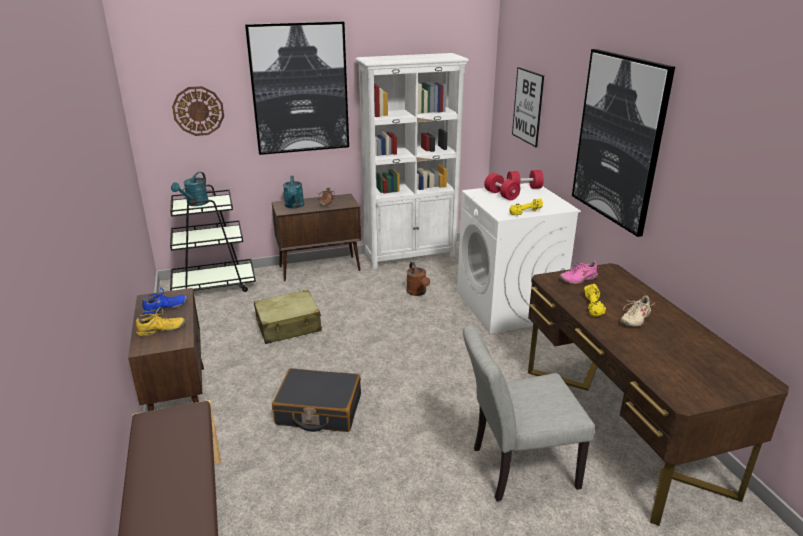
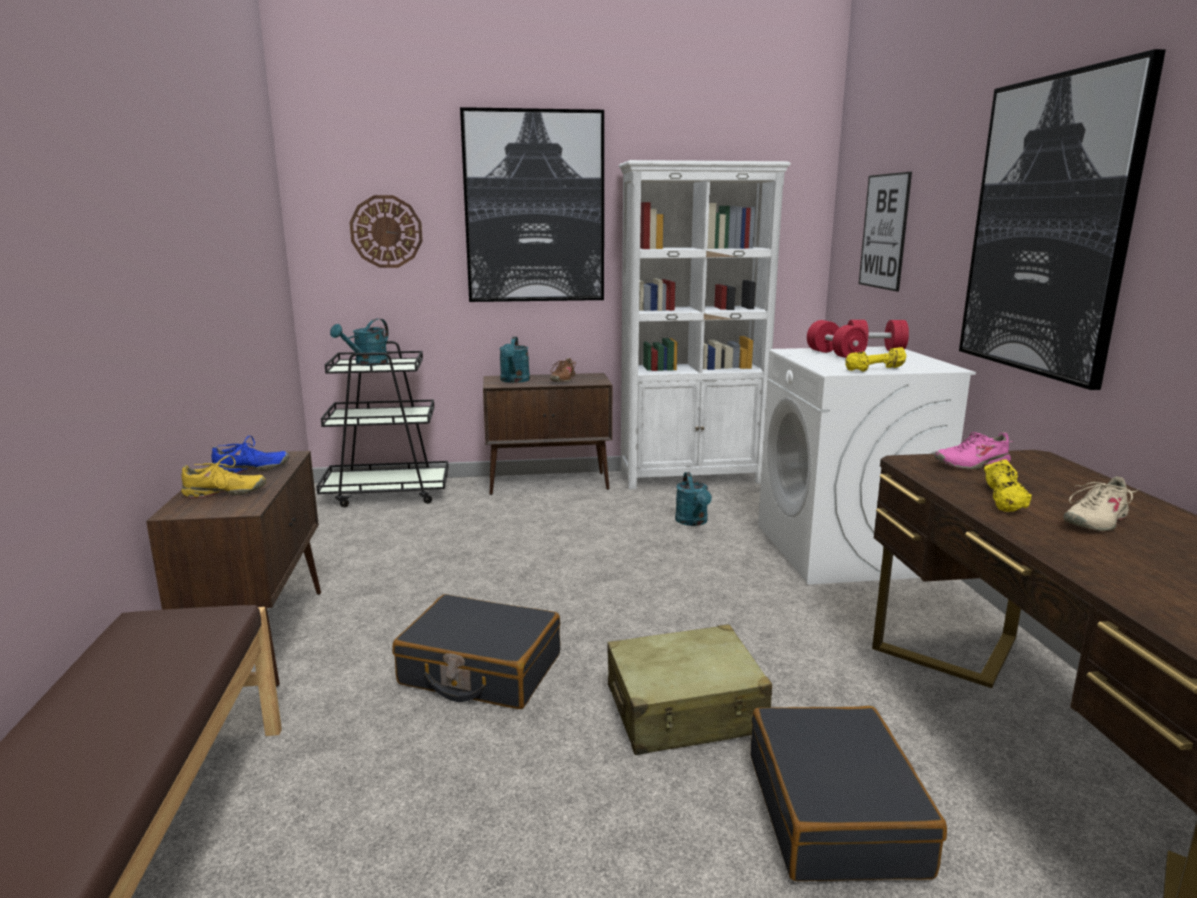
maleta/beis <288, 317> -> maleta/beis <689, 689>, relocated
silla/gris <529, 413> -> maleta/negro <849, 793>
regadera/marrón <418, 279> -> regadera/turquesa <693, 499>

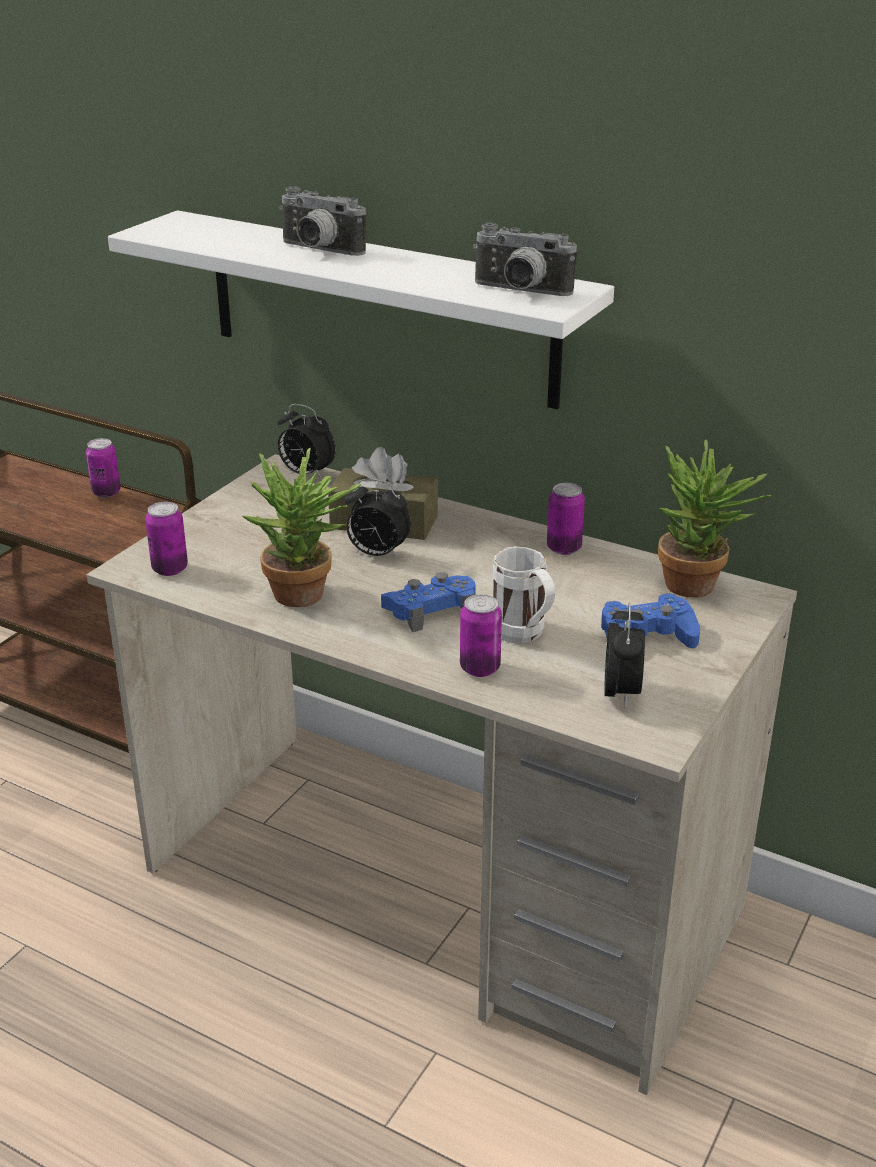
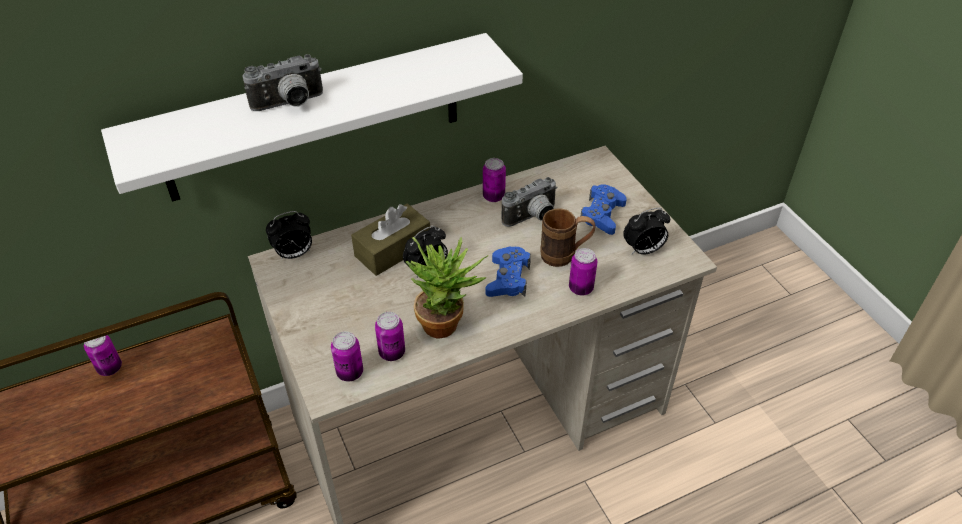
planta en maceta <714, 518> -> none
none -> lata <390, 336>
cámara <525, 259> -> cámara <530, 202>, relocated
taza grande/blanco <524, 595> -> taza grande/marrón <567, 237>
despertador <624, 655> -> despertador <646, 231>, 120 degrees clockwise

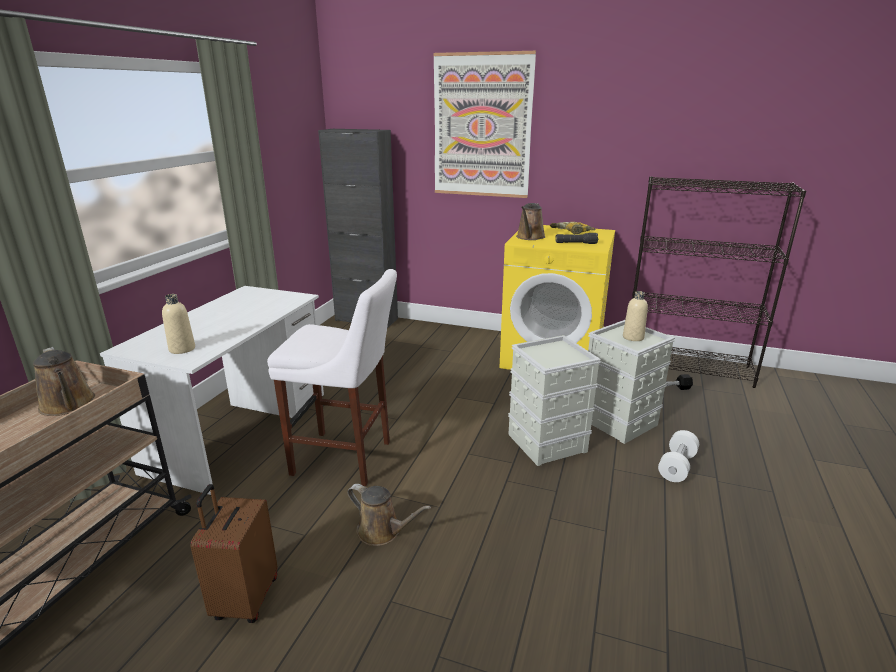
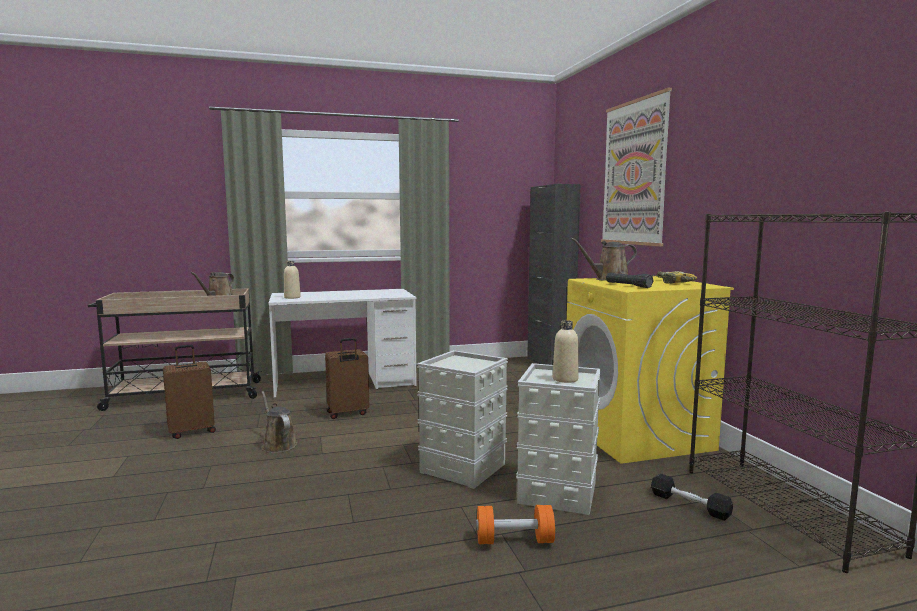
taburete/blanco <332, 377> -> maleta/marrón <347, 378>
mancuerna/blanco <678, 456> -> mancuerna/naranja <515, 524>
regadera/marrón <389, 515> -> regadera/marrón <279, 422>, 150 degrees clockwise

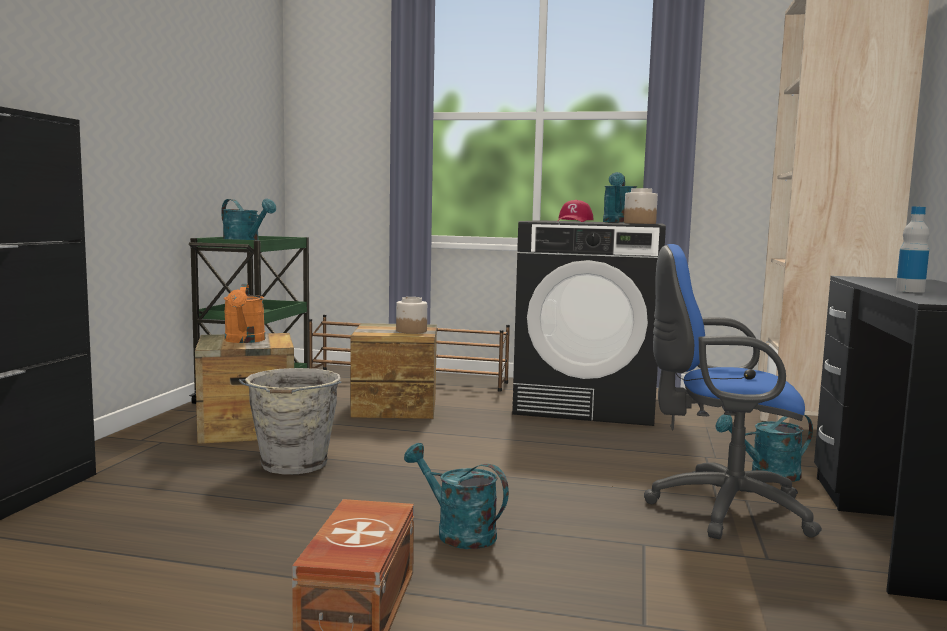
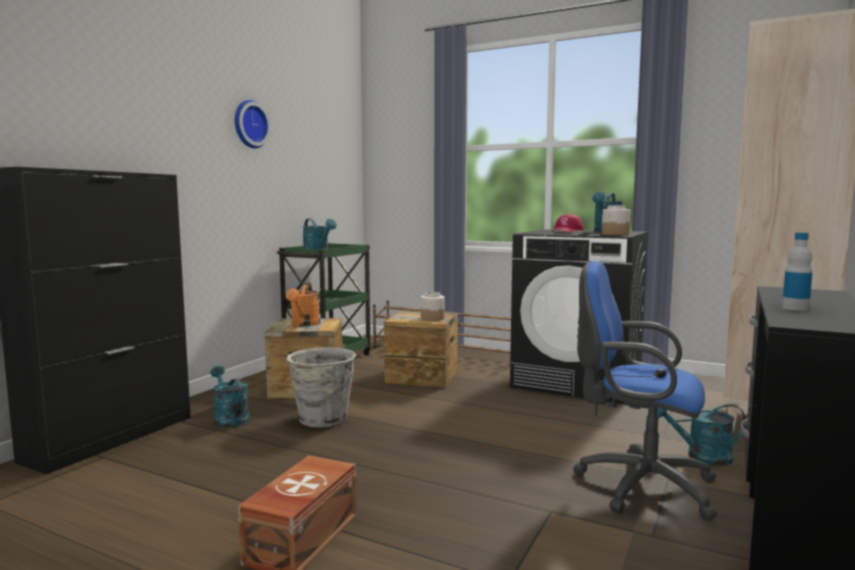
none -> reloj de pared <253, 124>
regadera/turquesa <456, 496> -> regadera/turquesa <230, 396>, relocated

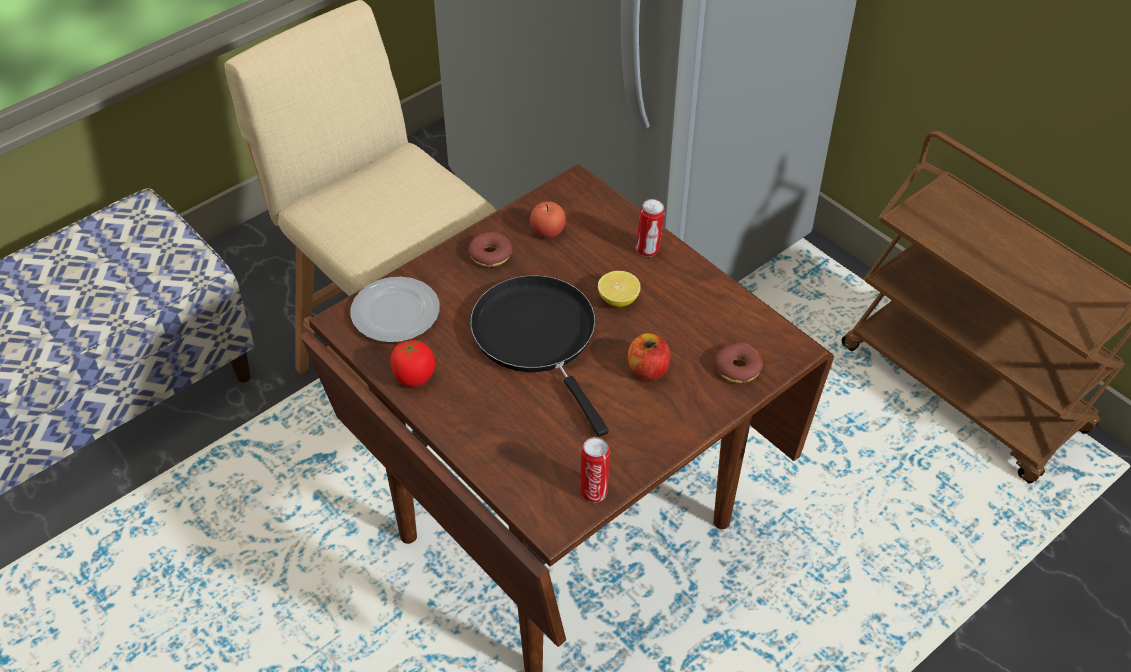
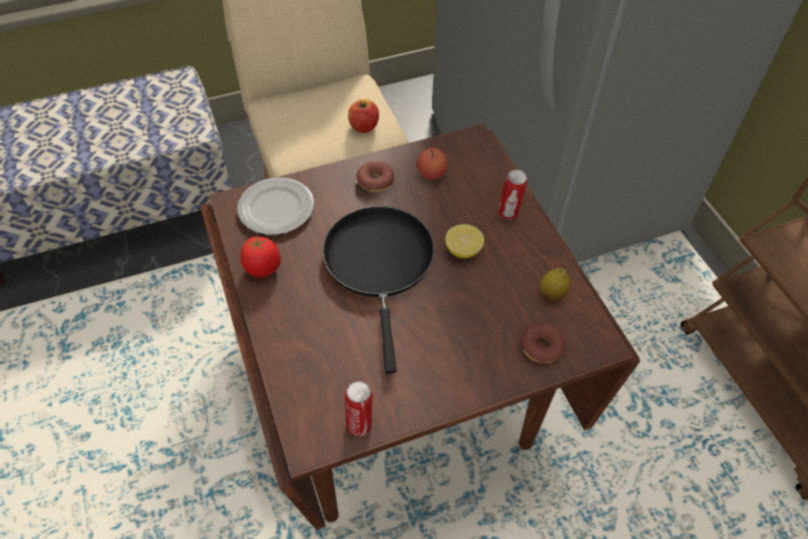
none -> limón <555, 284>
manzana <649, 356> -> manzana <363, 116>, relocated

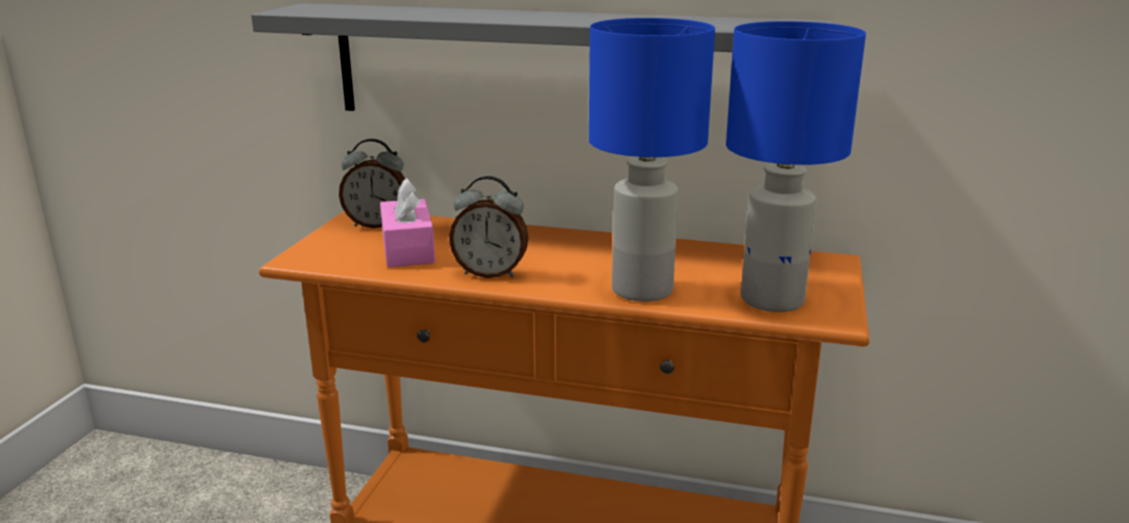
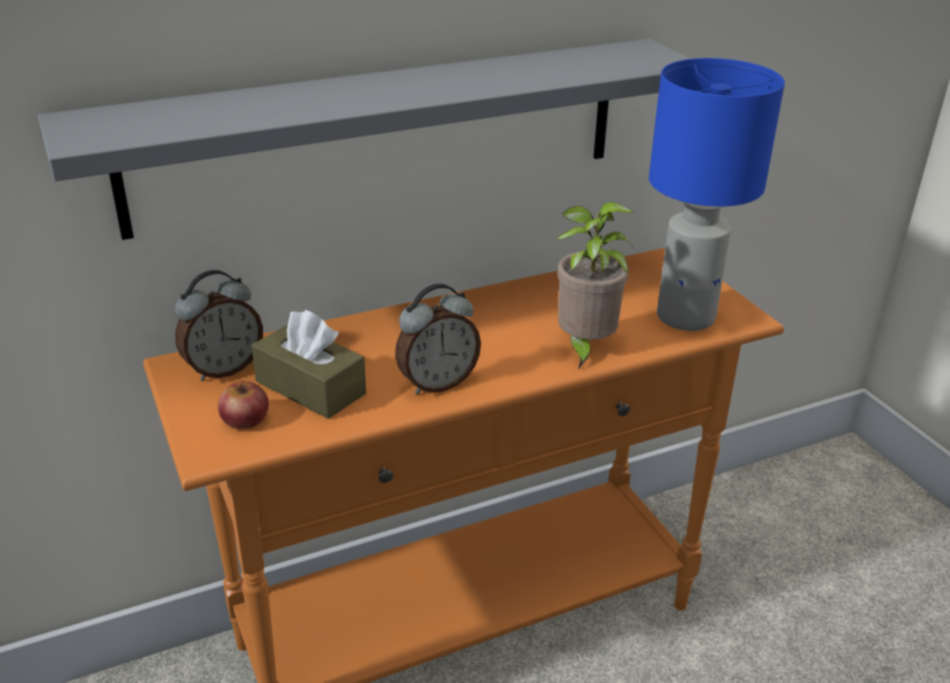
none -> manzana <243, 405>
lámpara de mesa/azul <652, 160> -> planta en maceta <595, 285>
caja de pañuelos/rosa <407, 222> -> caja de pañuelos/marrón <308, 364>

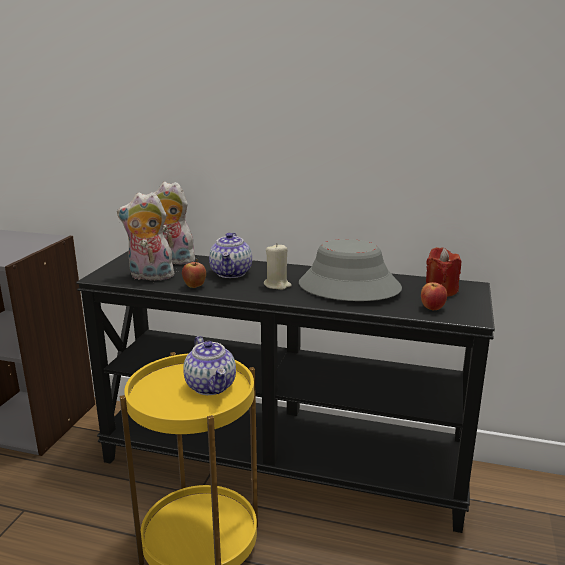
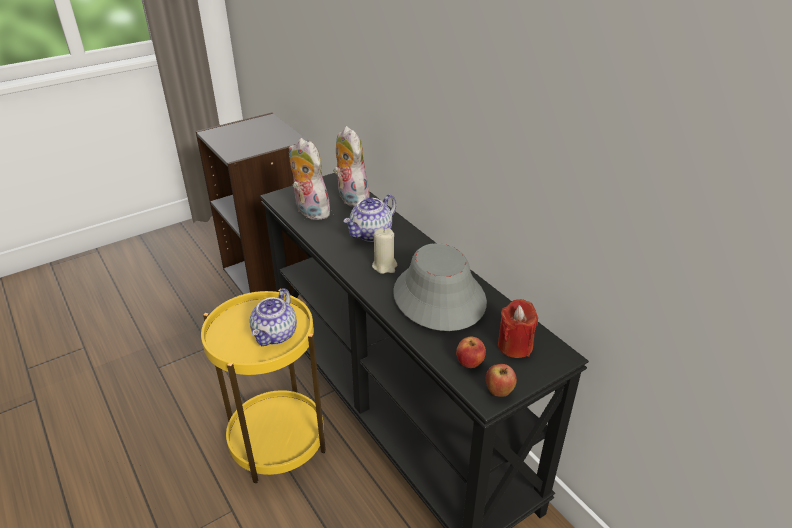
manzana <194, 273> -> manzana <501, 380>, relocated

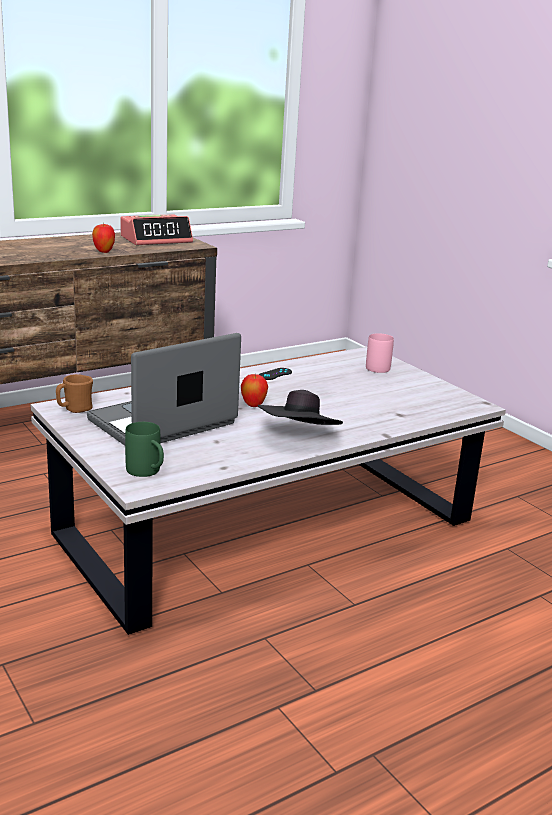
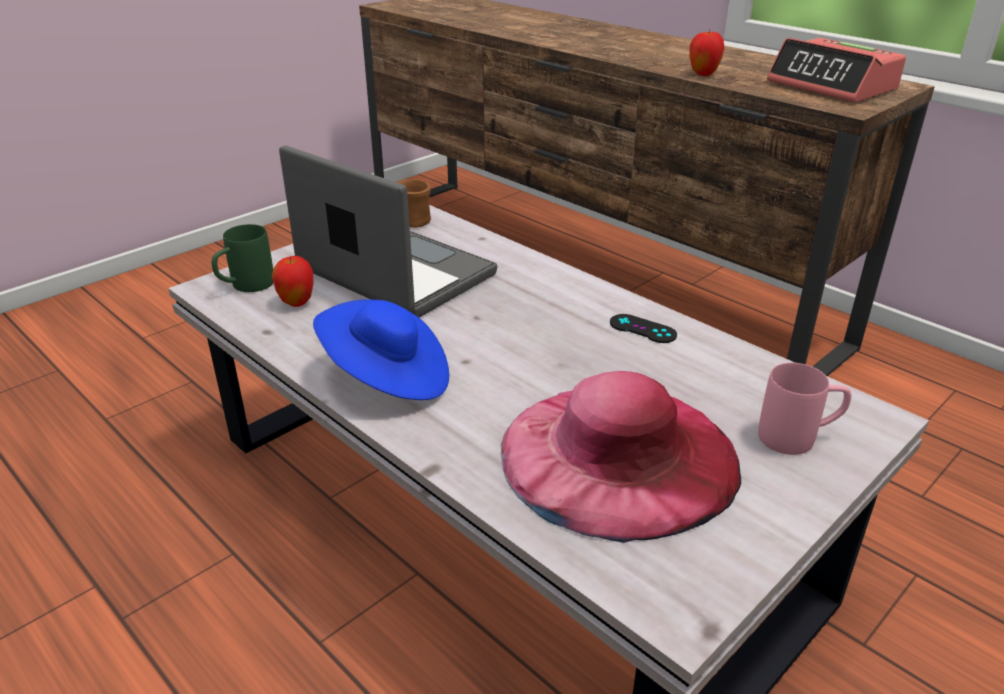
none -> sombrero/rosa <621, 457>
manzana <254, 390> -> manzana <293, 281>, relocated
sombrero/negro <300, 407> -> sombrero/azul <381, 349>

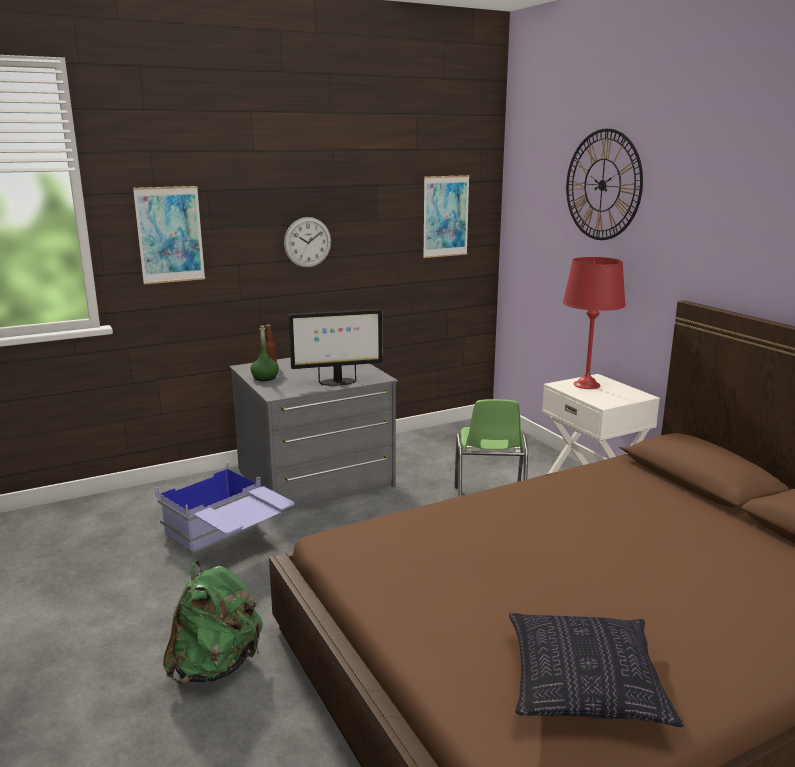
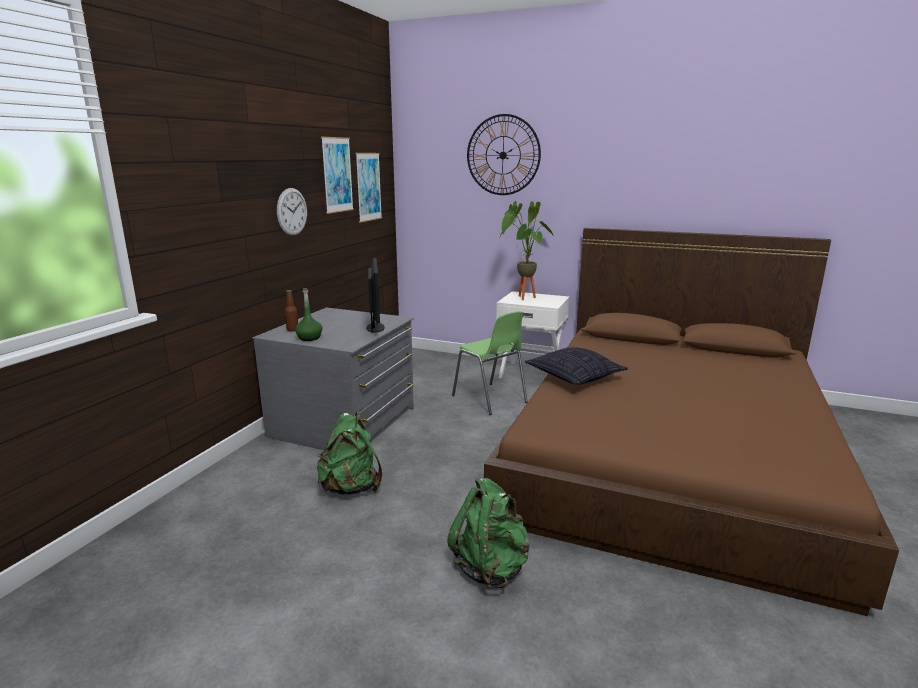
cuadro <169, 235> -> cuadro <337, 175>, relocated
cojín <596, 670> -> cojín <576, 366>, relocated
caja de almacenaje/azul <224, 507> -> mochila/verde <349, 453>
lámpara de mesa/rojo <594, 323> -> planta en maceta <526, 250>
monitor <335, 347> -> monitor <375, 295>, 45 degrees counterclockwise

